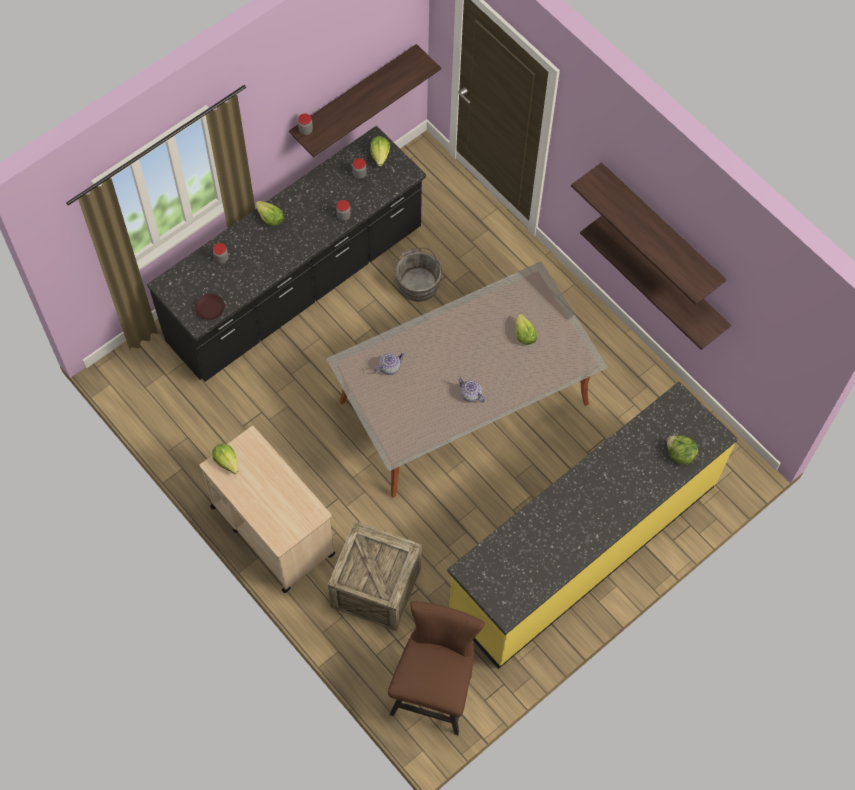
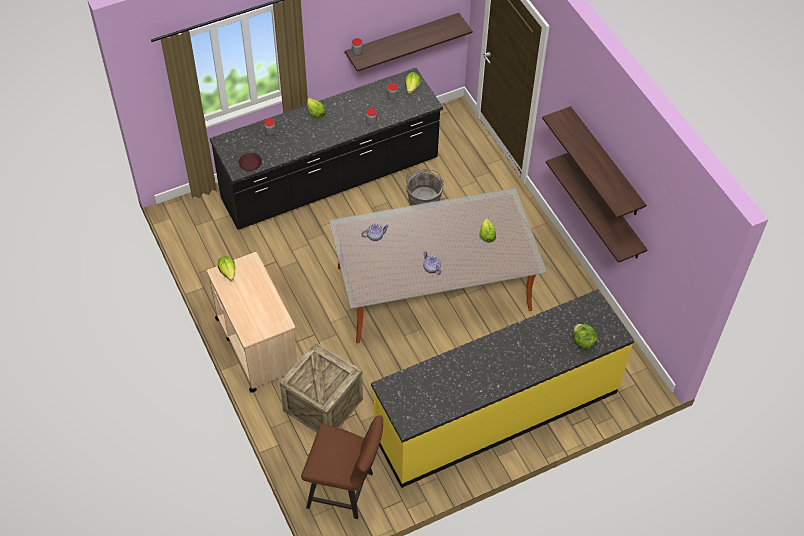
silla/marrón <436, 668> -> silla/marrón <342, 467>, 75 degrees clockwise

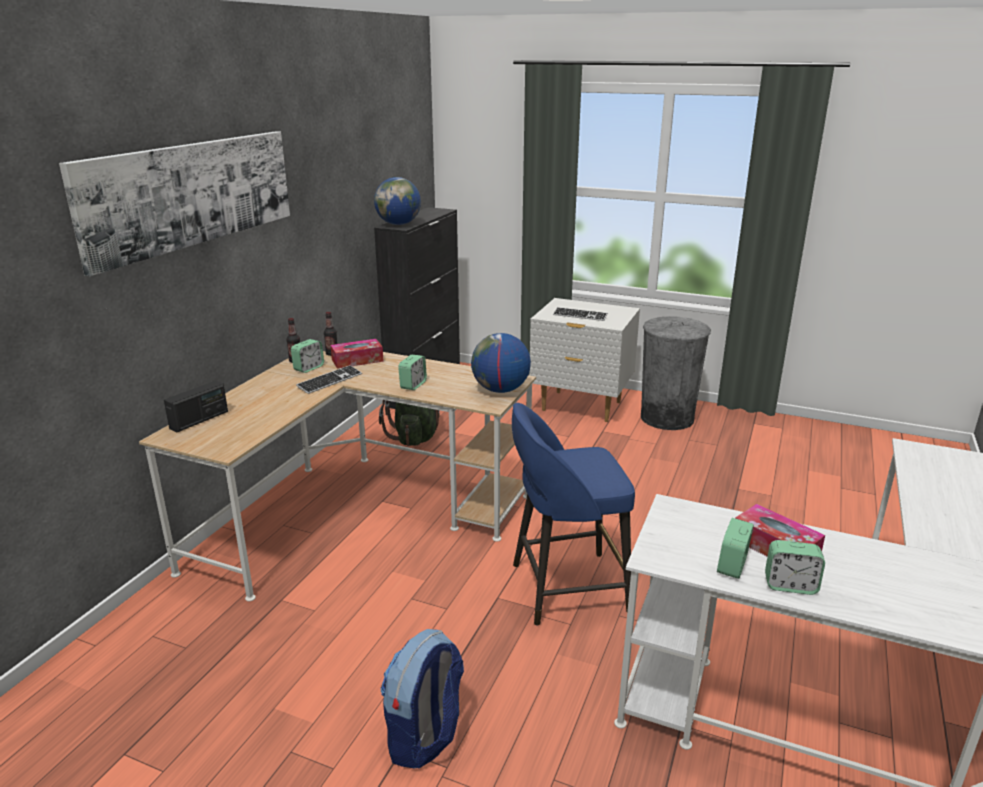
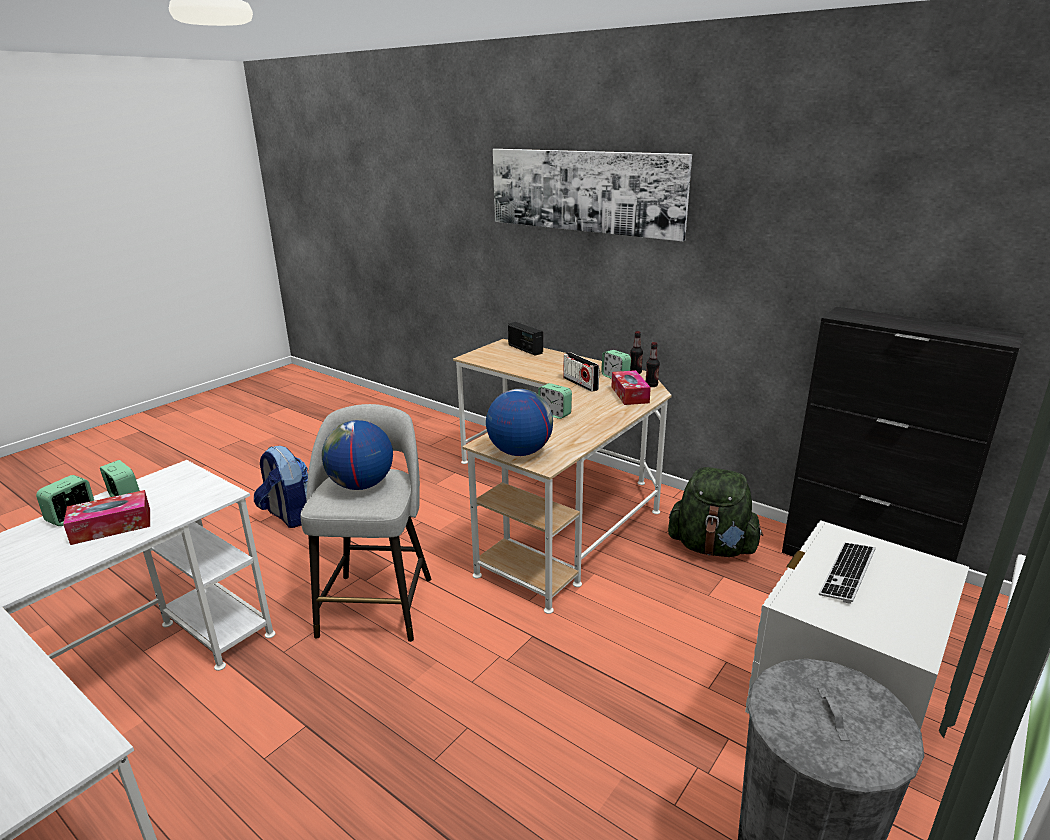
globo terráqueo <397, 201> -> globo terráqueo <357, 455>, relocated
teclado <329, 379> -> radio <581, 372>
taburete/azul <573, 514> -> taburete/gris <365, 523>

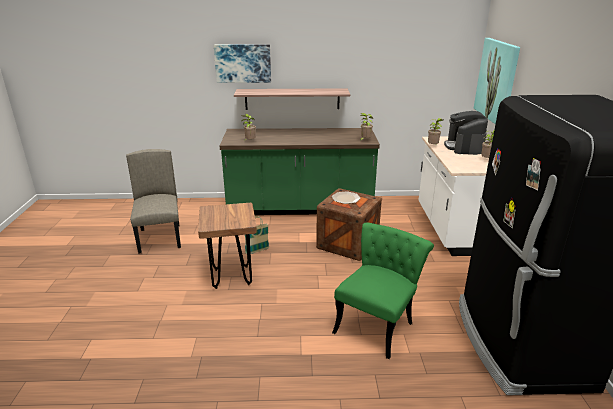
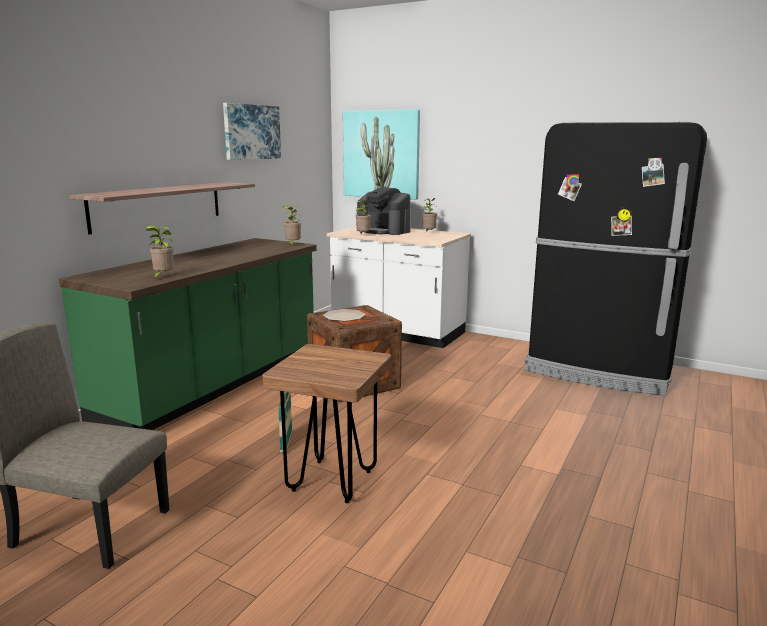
silla/verde <383, 290> -> none
cuadro <242, 63> -> cuadro <252, 131>, relocated

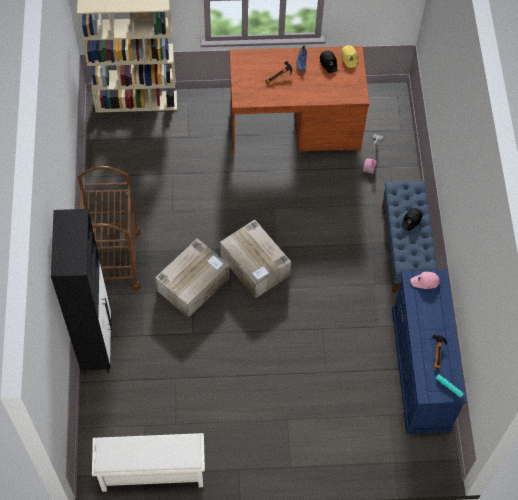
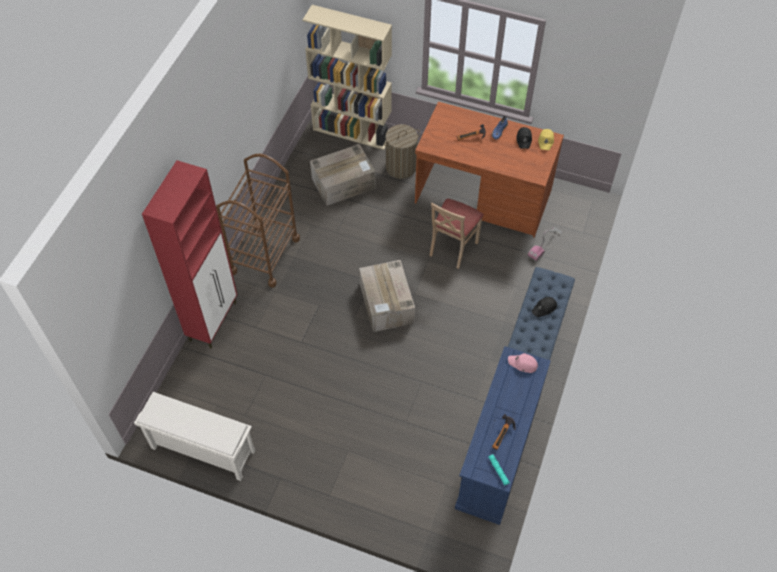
none -> cesto de la ropa <402, 151>
none -> silla/beis <456, 234>
caja de cartón <192, 278> -> caja de cartón <343, 175>, relocated
armario/negro <81, 291> -> armario/rojo <189, 254>

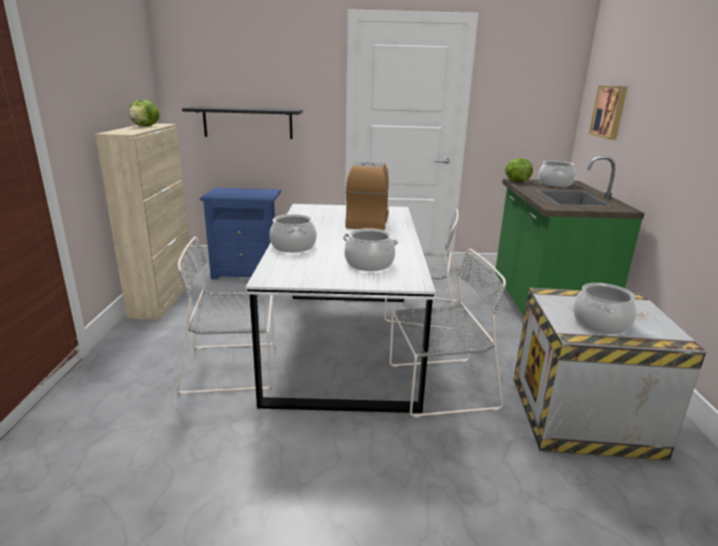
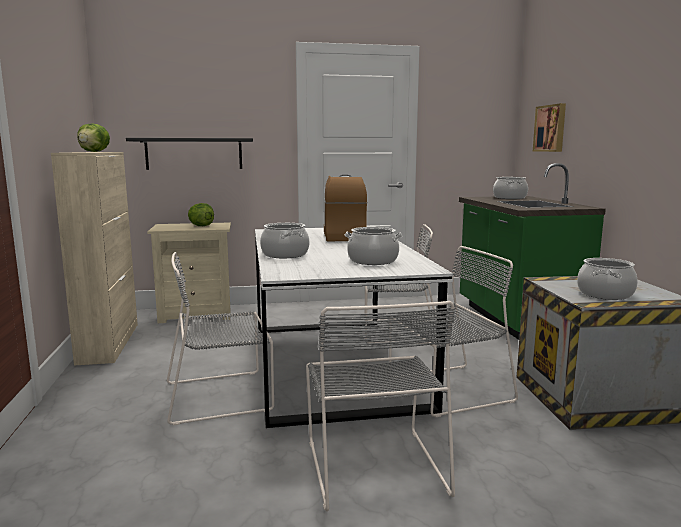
none -> silla/gris <380, 406>
lechuga <519, 170> -> lechuga <201, 214>, relocated
mesita de noche/azul <240, 233> -> mesita de noche/beis <189, 272>

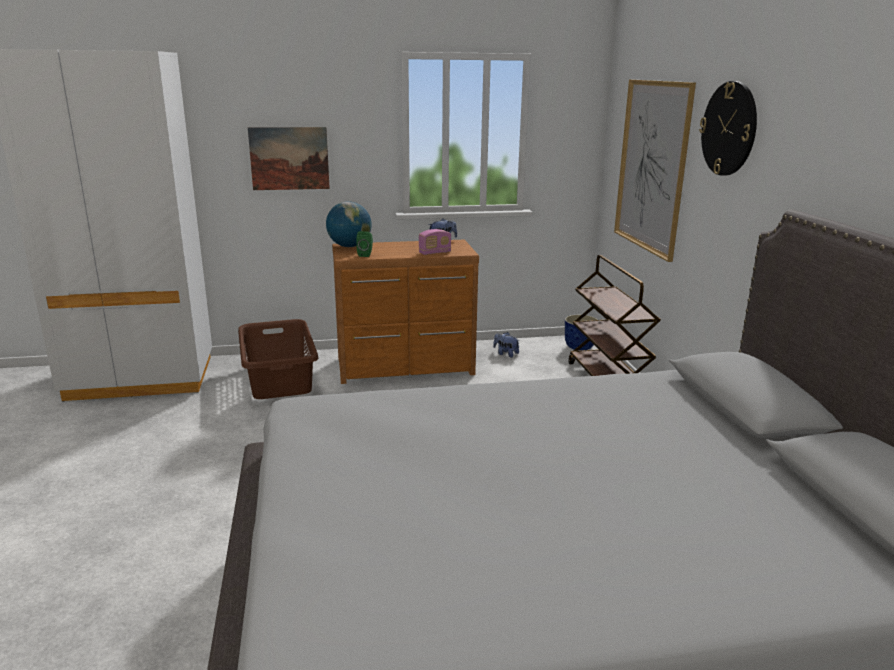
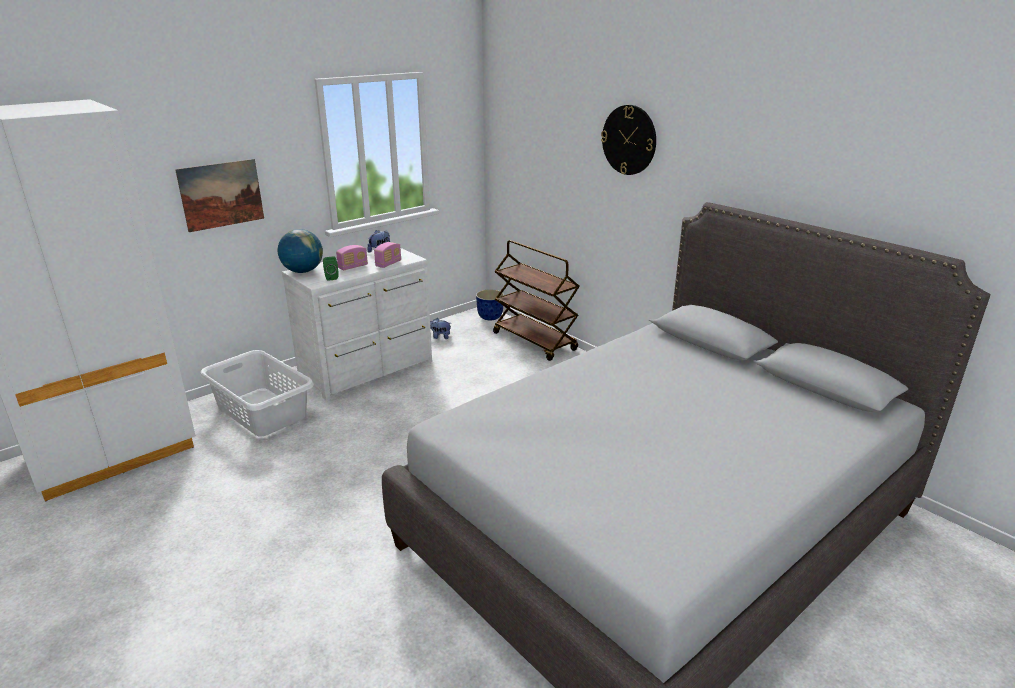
cuadro <655, 171> -> none
none -> radio <352, 257>
cesto de la ropa/marrón <278, 359> -> cesto de la ropa/blanco <257, 393>
cómoda/marrón <405, 312> -> cómoda/blanco <357, 324>

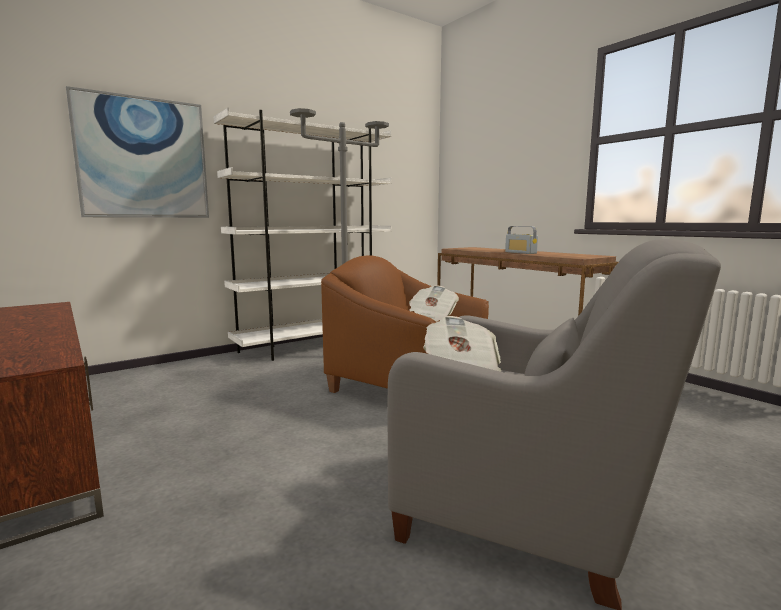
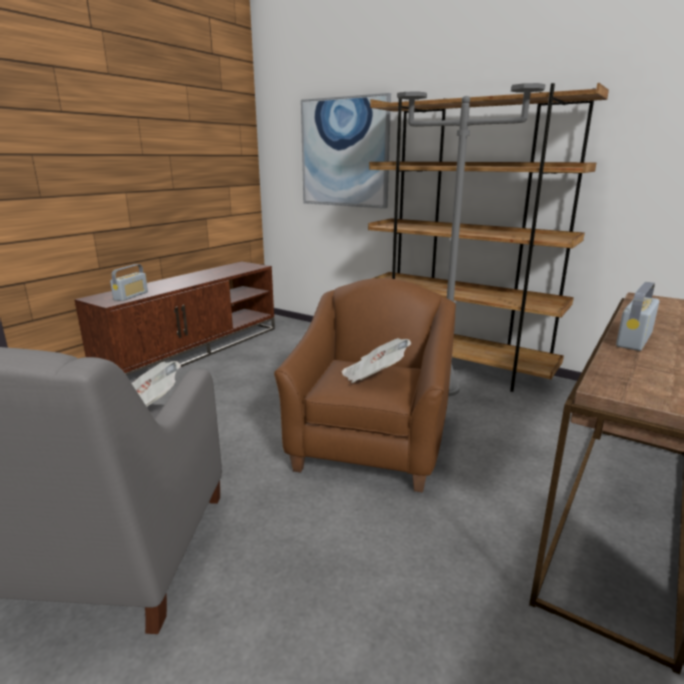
none -> radio <129, 282>
estantería/blanco <303, 234> -> estantería/marrón <488, 237>

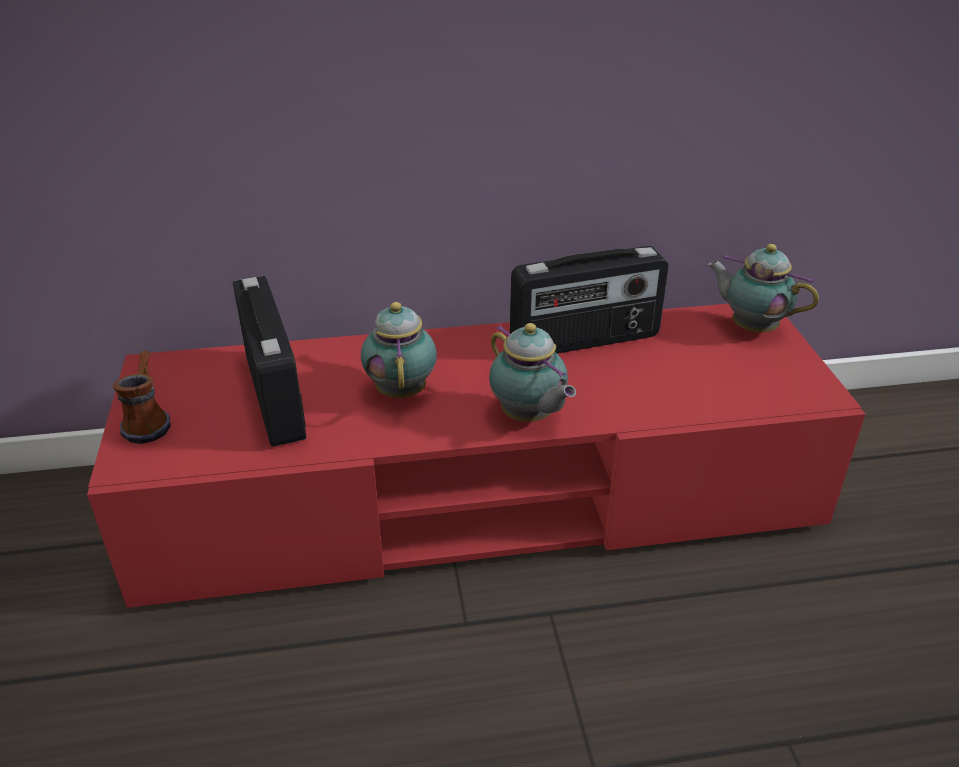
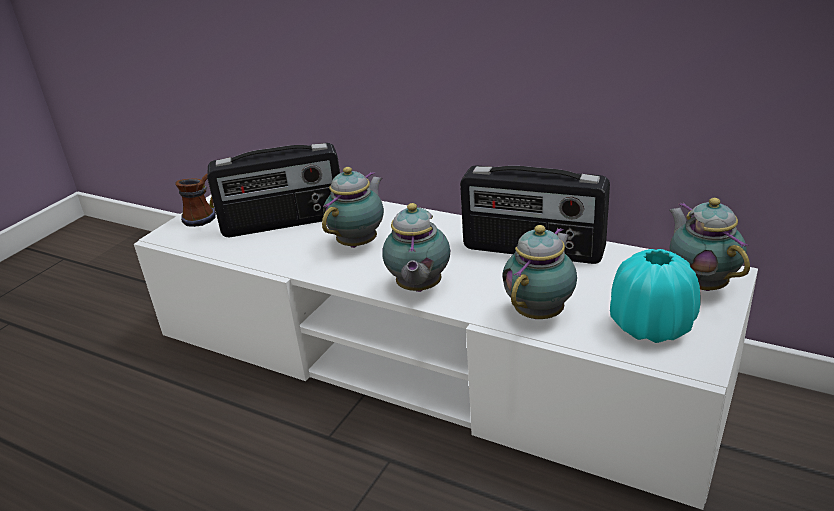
none -> tetera <539, 272>
none -> florero/turquesa <655, 296>
mueble de televisión/rojo <476, 456> -> mueble de televisión/blanco <446, 352>
radio <269, 361> -> radio <273, 190>, 60 degrees clockwise

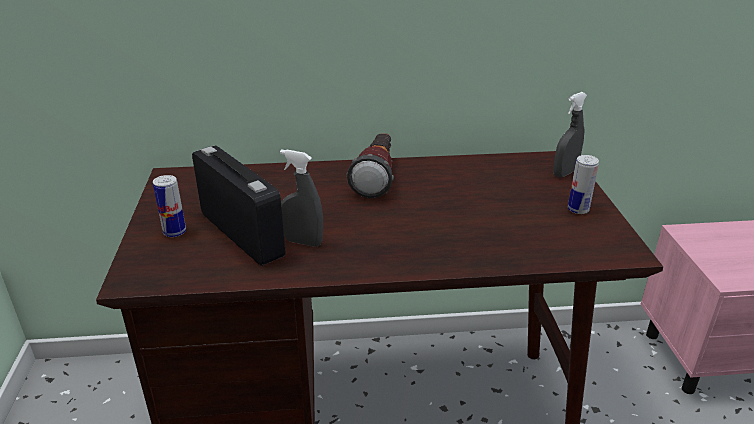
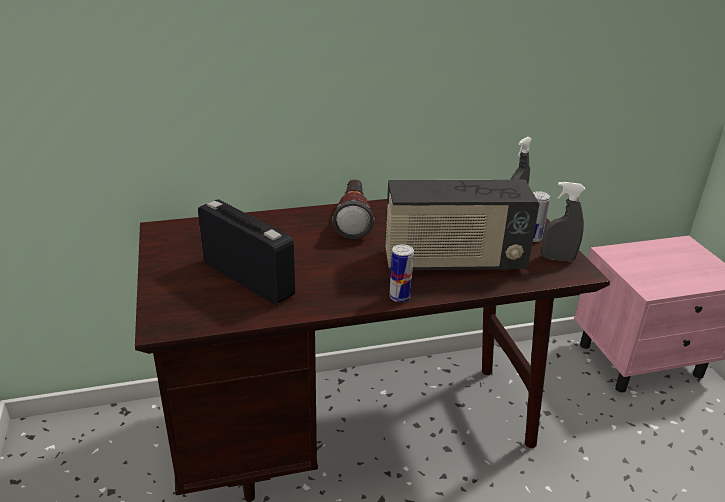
none -> radio <462, 225>
lata <169, 206> -> lata <401, 273>, relocated
pulverizador/gris <301, 198> -> pulverizador/gris <564, 221>, relocated

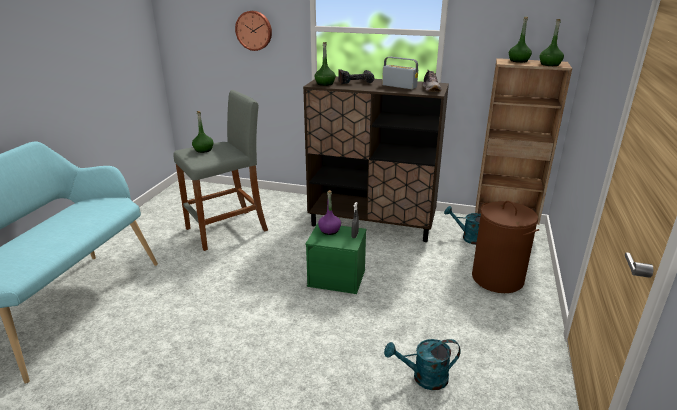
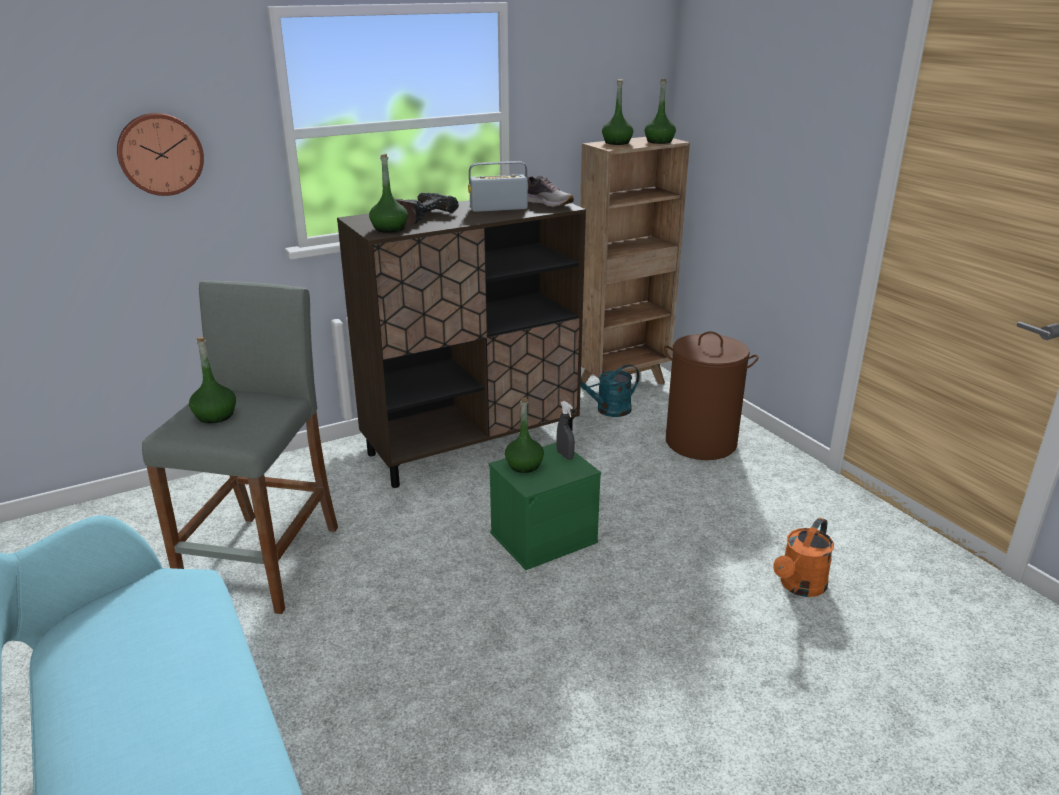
botella/morado <329, 212> -> botella/verde <524, 435>
regadera/turquesa <422, 364> -> regadera/naranja <803, 557>

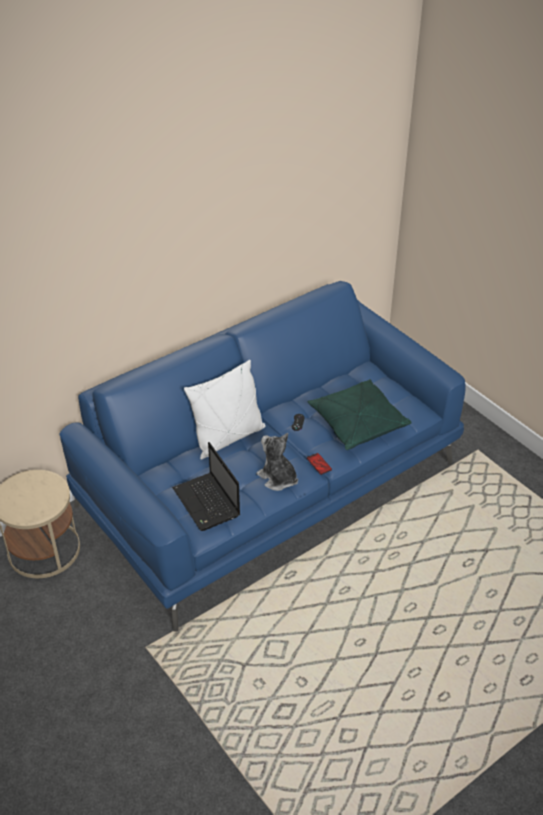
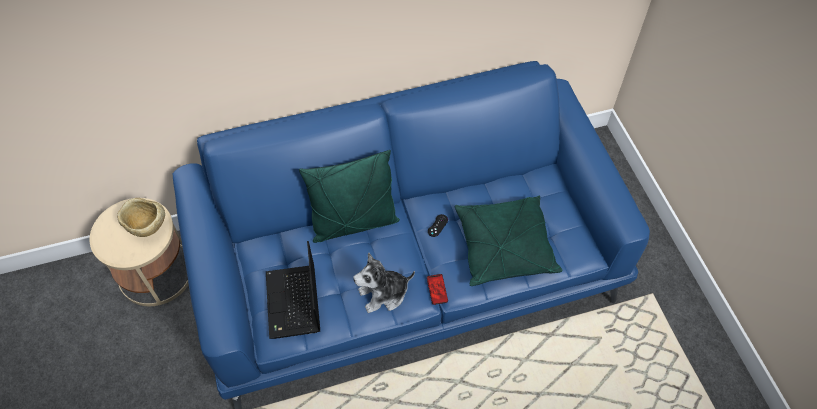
none -> cuenco/beis <141, 217>
cojín/blanco <225, 409> -> cojín/verde <349, 196>
peluche <277, 462> -> peluche <384, 282>, 90 degrees counterclockwise

